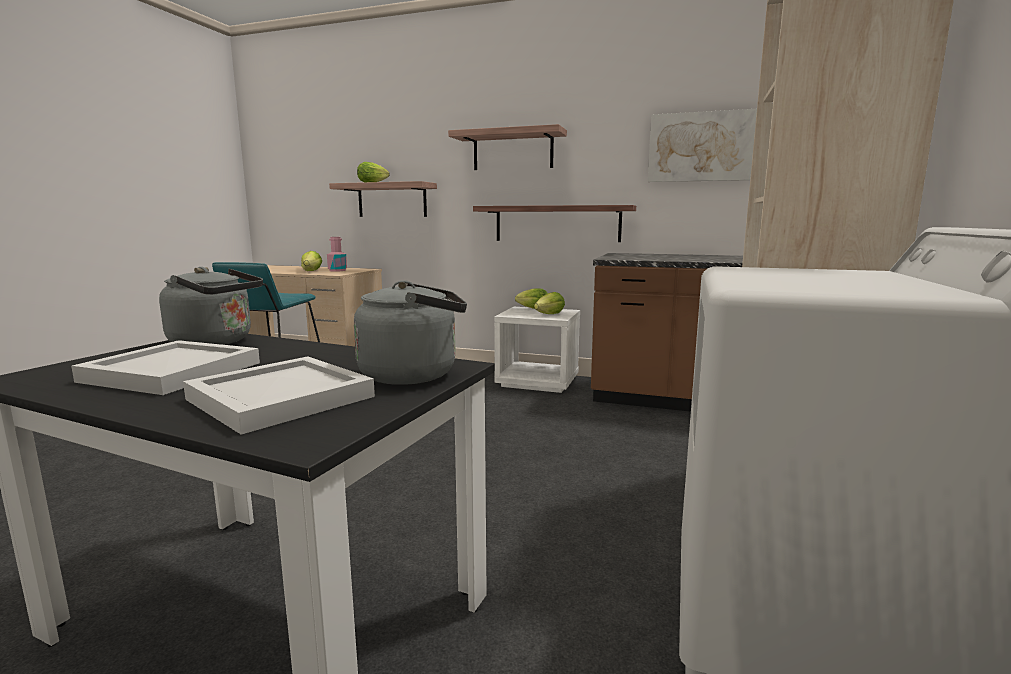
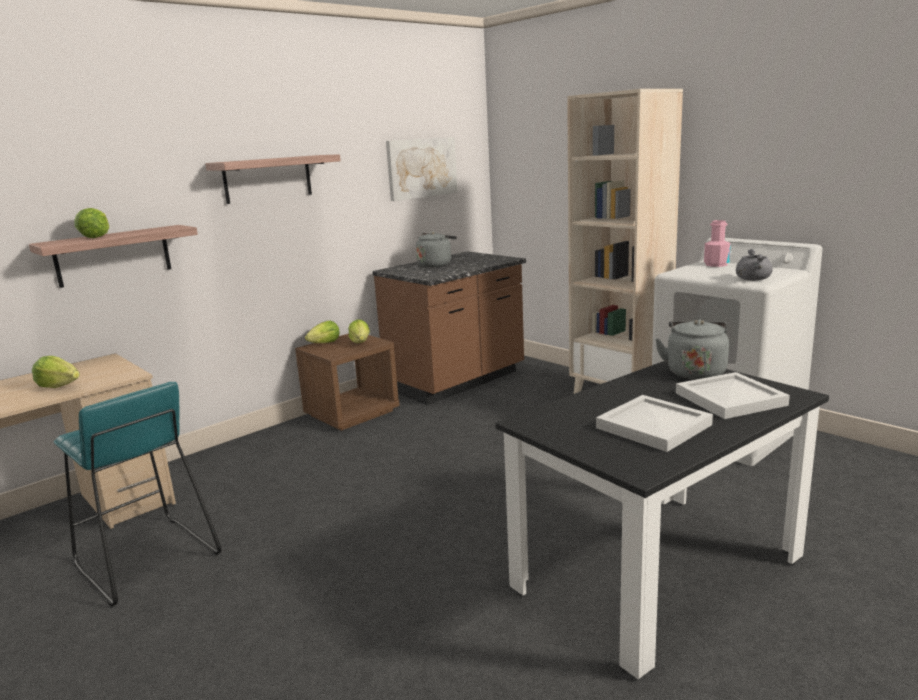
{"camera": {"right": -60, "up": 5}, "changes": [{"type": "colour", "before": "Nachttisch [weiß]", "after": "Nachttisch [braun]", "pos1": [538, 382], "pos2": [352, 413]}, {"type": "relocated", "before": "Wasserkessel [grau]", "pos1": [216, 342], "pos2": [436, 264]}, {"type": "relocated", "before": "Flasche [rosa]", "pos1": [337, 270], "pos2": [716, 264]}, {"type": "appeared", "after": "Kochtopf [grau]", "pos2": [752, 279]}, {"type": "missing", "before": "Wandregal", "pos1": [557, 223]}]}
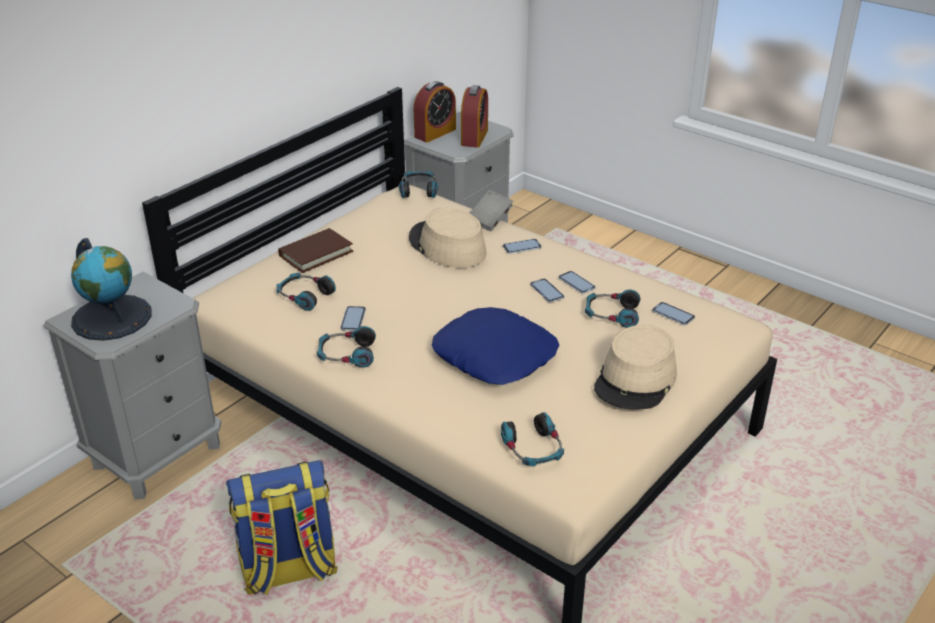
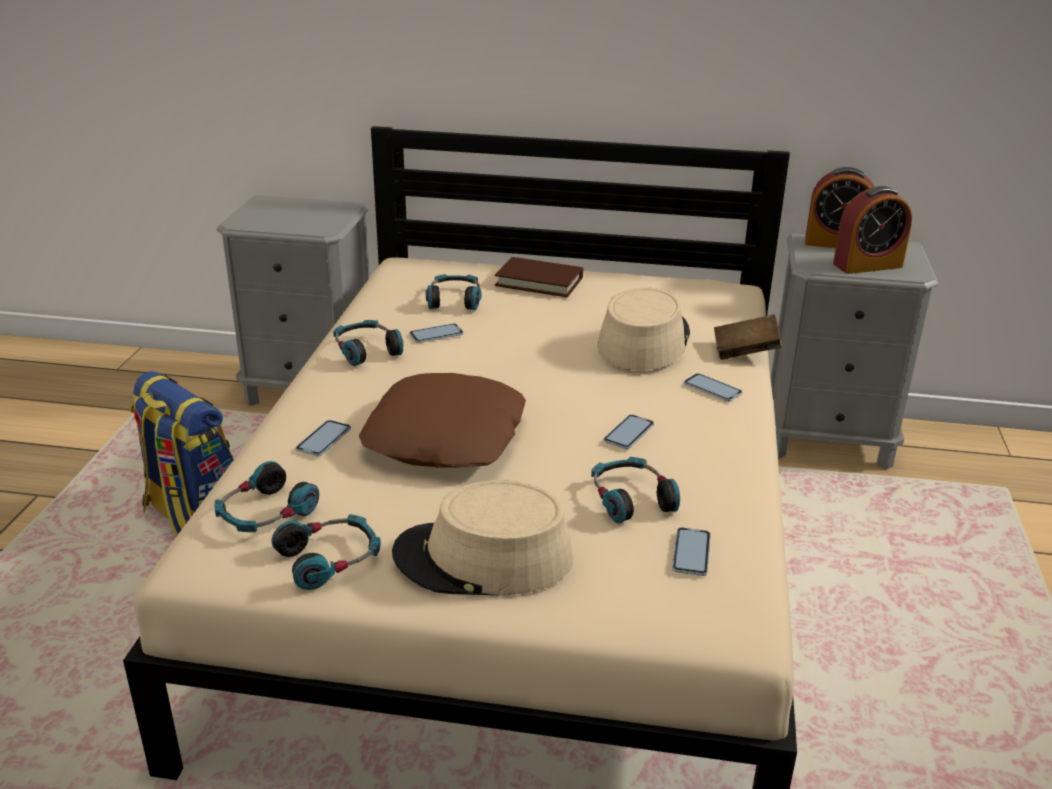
{"camera": {"right": 60, "up": -5}, "changes": [{"type": "relocated", "before": "Kopfhörer", "pos1": [418, 190], "pos2": [330, 559]}, {"type": "relocated", "before": "Handy", "pos1": [576, 283], "pos2": [324, 439]}, {"type": "colour", "before": "Kissen [blau]", "after": "Kissen [braun]", "pos1": [495, 356], "pos2": [447, 436]}, {"type": "colour", "before": "Buch [grau]", "after": "Buch [braun]", "pos1": [489, 220], "pos2": [745, 352]}, {"type": "missing", "before": "Globus", "pos1": [112, 317]}]}
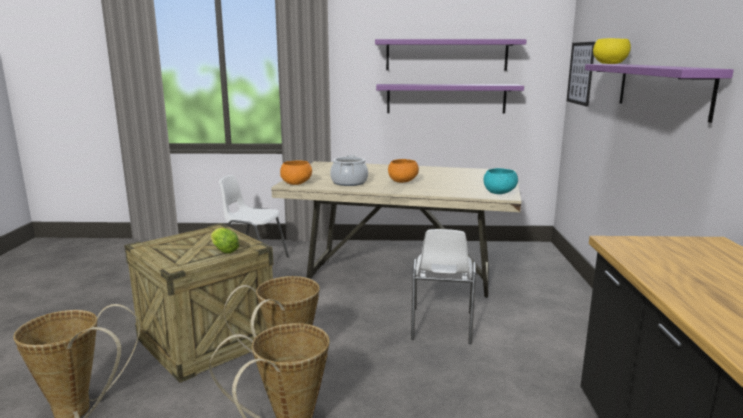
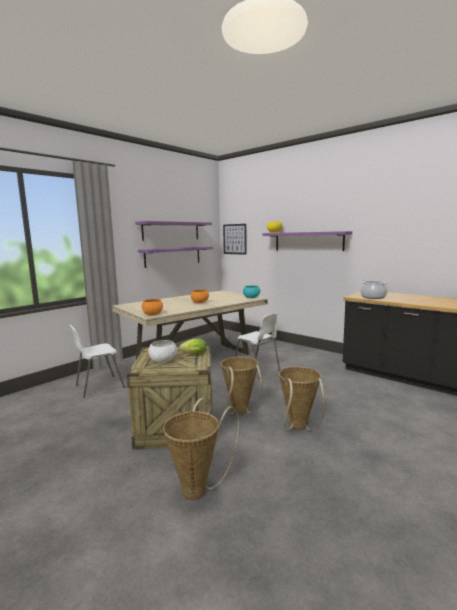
{"camera": {"right": -50, "up": -5}, "changes": [{"type": "appeared", "after": "Schüssel [weiß]", "pos2": [163, 361]}, {"type": "relocated", "before": "Kochtopf", "pos1": [349, 182], "pos2": [373, 297]}]}
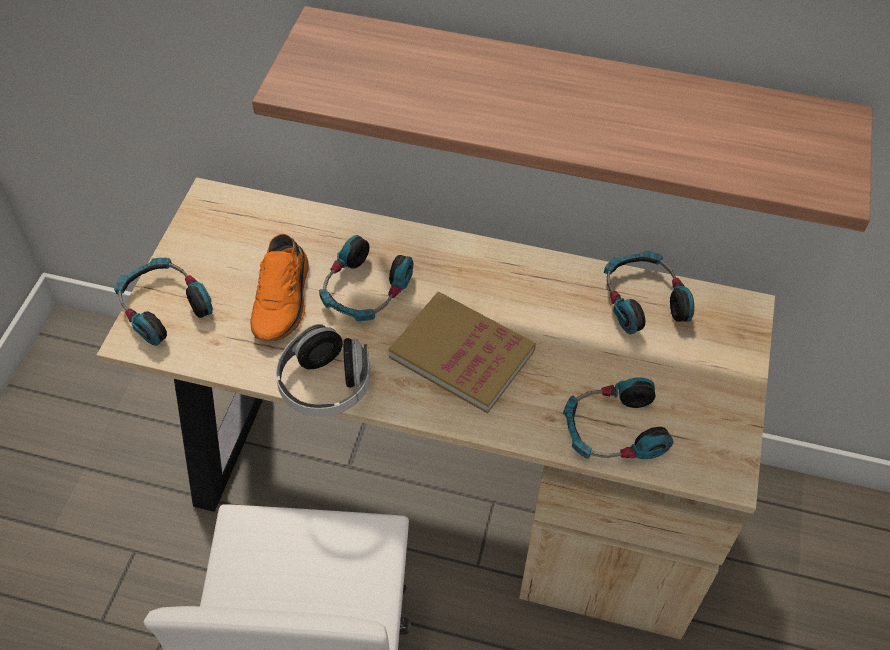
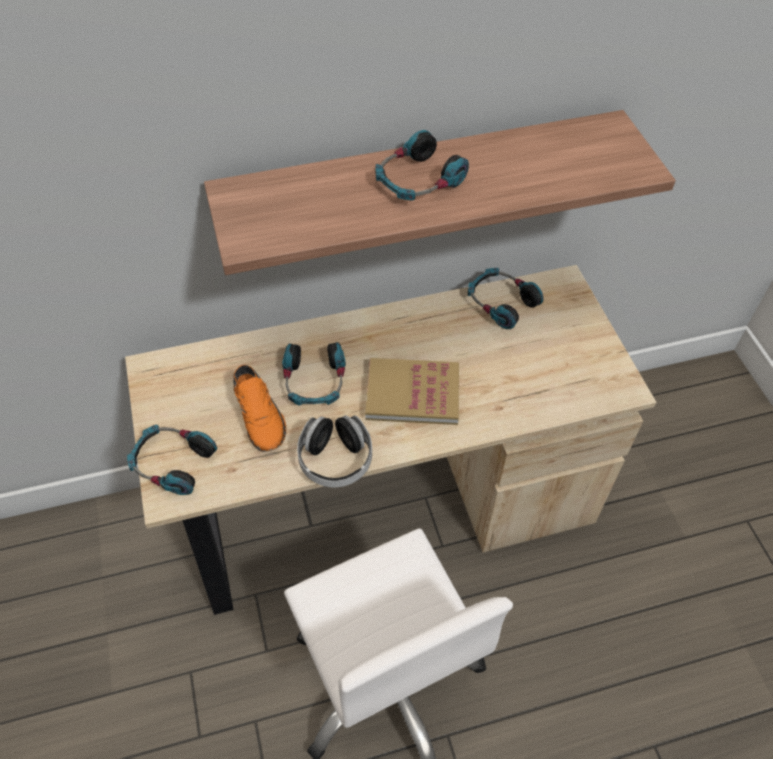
{"camera": {"right": -30, "up": 0}, "changes": [{"type": "relocated", "before": "Kopfhörer", "pos1": [613, 430], "pos2": [418, 181]}]}
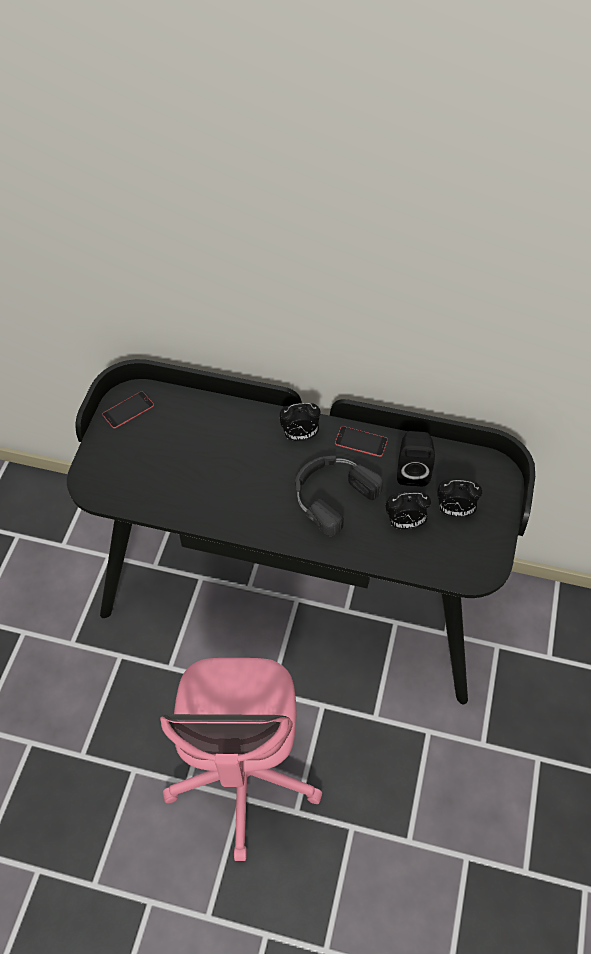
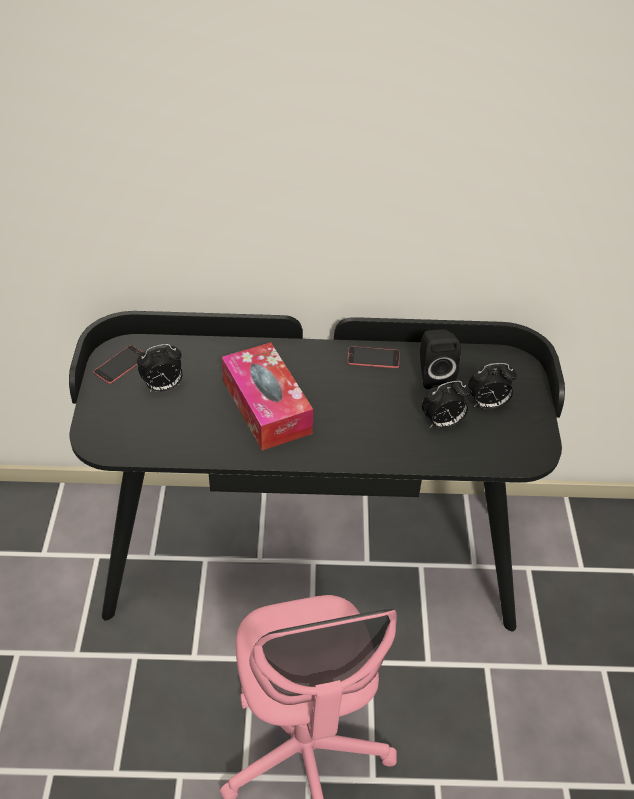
{"camera": {"right": -15, "up": -10}, "changes": [{"type": "relocated", "before": "Wecker", "pos1": [299, 436], "pos2": [163, 387]}, {"type": "appeared", "after": "Taschentuchbox", "pos2": [266, 407]}, {"type": "missing", "before": "Kopfhörer [schwarz]", "pos1": [331, 494]}]}
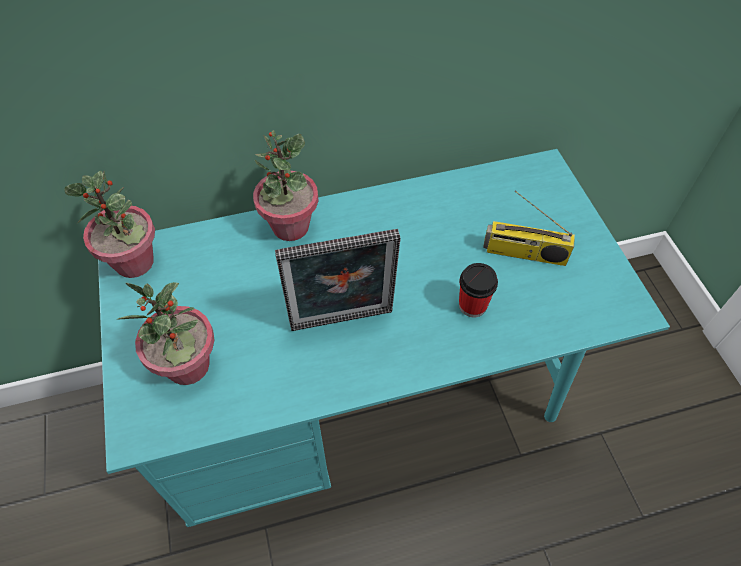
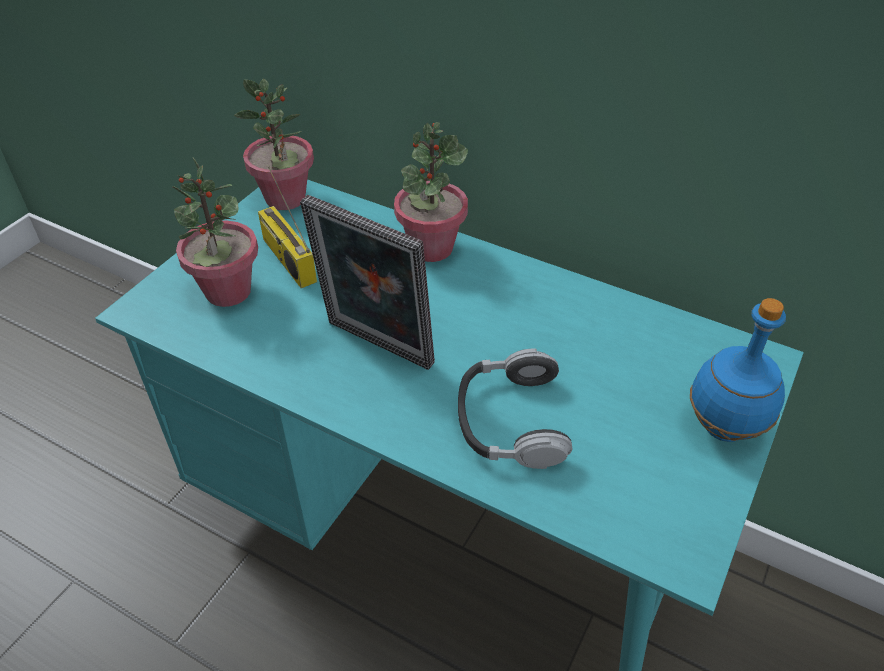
{"camera": {"right": 45, "up": -10}, "changes": [{"type": "relocated", "before": "Radio", "pos1": [524, 254], "pos2": [287, 259]}, {"type": "exchanged", "before": "Tasse", "after": "Kopfhörer", "pos1": [472, 305], "pos2": [510, 420]}, {"type": "appeared", "after": "Flasche [blau]", "pos2": [722, 427]}]}
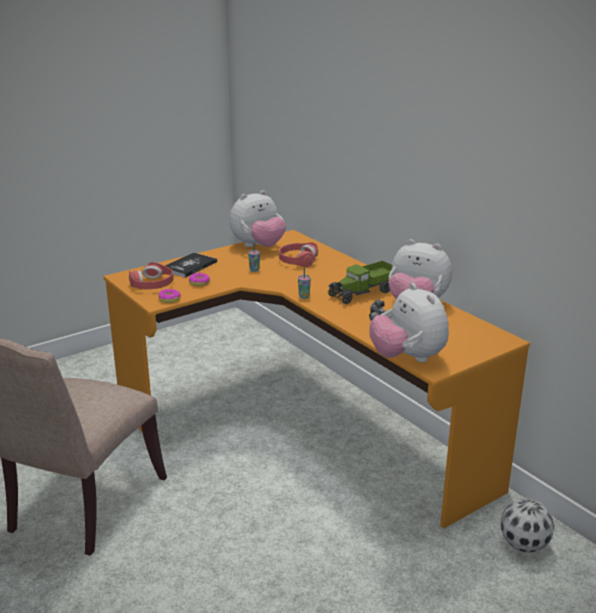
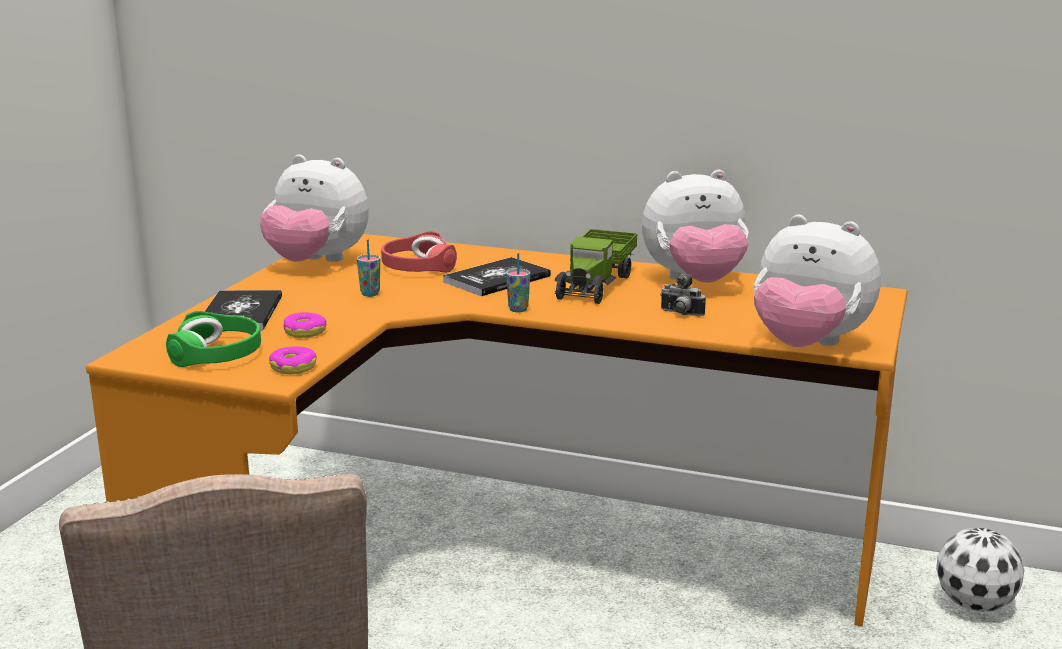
{"camera": {"right": -35, "up": -5}, "changes": [{"type": "colour", "before": "Kopfhörer [rot]", "after": "Kopfhörer [grün]", "pos1": [152, 284], "pos2": [217, 354]}, {"type": "spun", "before": "Plüschtier", "pos1": [258, 246], "pos2": [316, 262], "turn": 90}, {"type": "appeared", "after": "Buch", "pos2": [497, 279]}]}
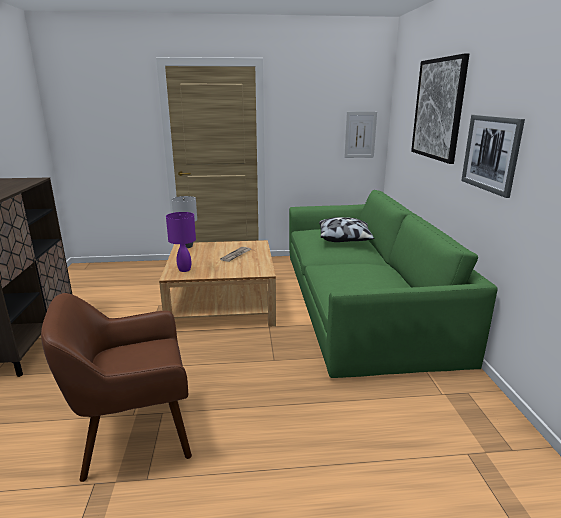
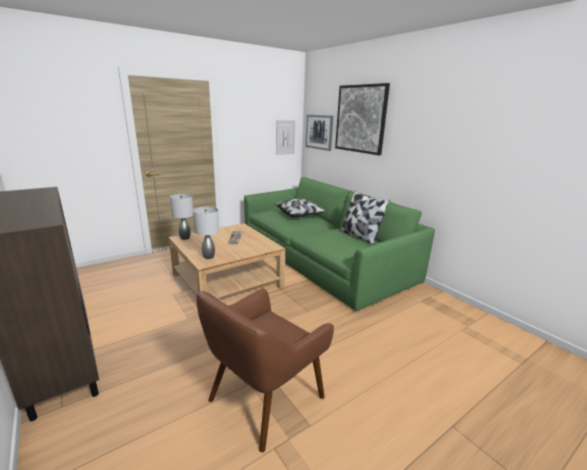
{"camera": {"right": -30, "up": 0}, "changes": [{"type": "colour", "before": "Tischlampe [lila]", "after": "Tischlampe [grau]", "pos1": [184, 270], "pos2": [209, 257]}, {"type": "relocated", "before": "Bild", "pos1": [491, 153], "pos2": [319, 132]}, {"type": "appeared", "after": "Kissen", "pos2": [360, 236]}]}
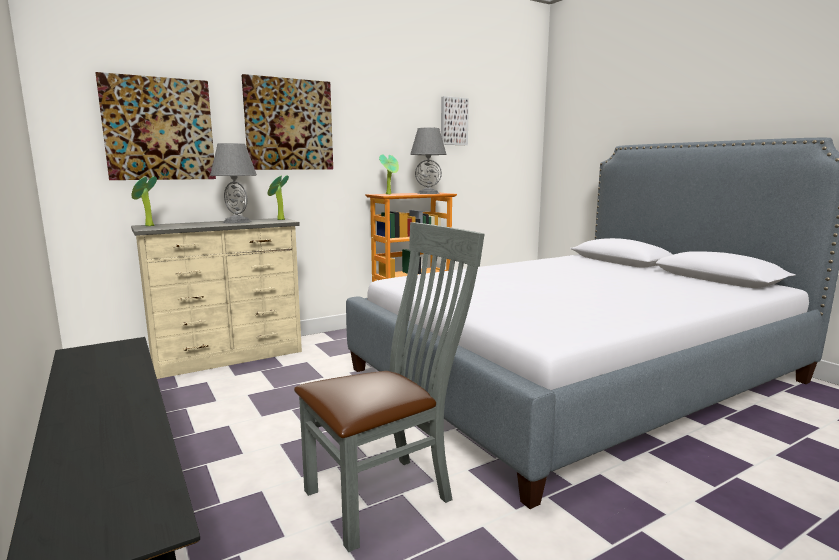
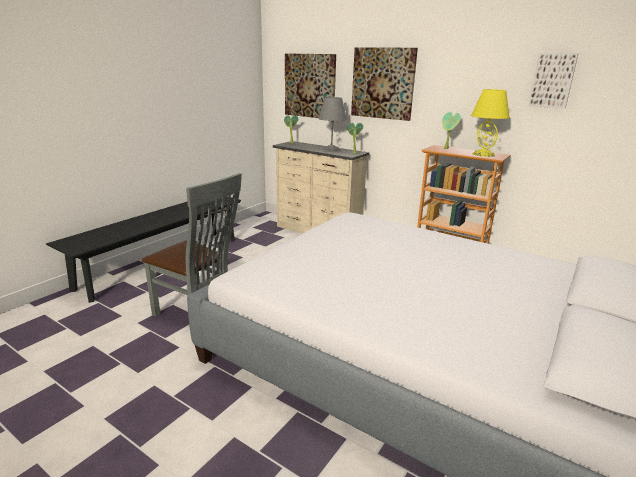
{"camera": {"right": 65, "up": 10}, "changes": [{"type": "colour", "before": "Tischlampe [grau]", "after": "Tischlampe [gelb]", "pos1": [428, 193], "pos2": [483, 154]}]}
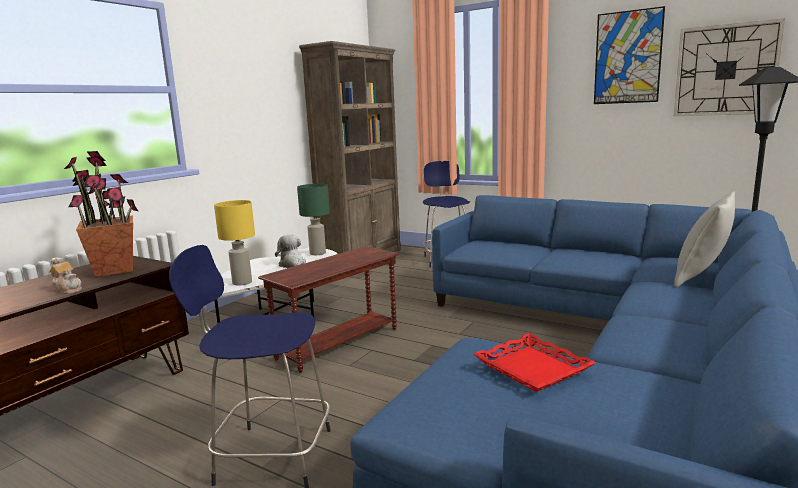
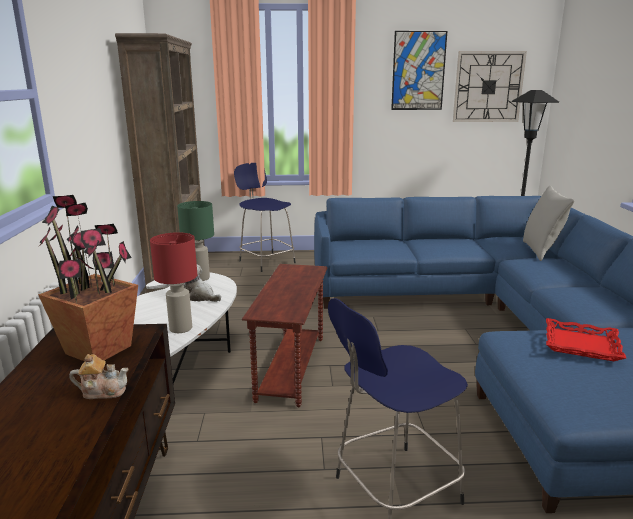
{"camera": {"right": -35, "up": 5}, "changes": [{"type": "colour", "before": "Tischlampe [gelb]", "after": "Tischlampe [rot]", "pos1": [242, 282], "pos2": [180, 328]}]}
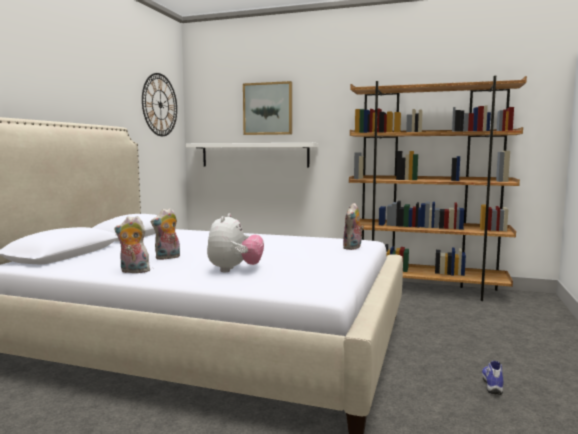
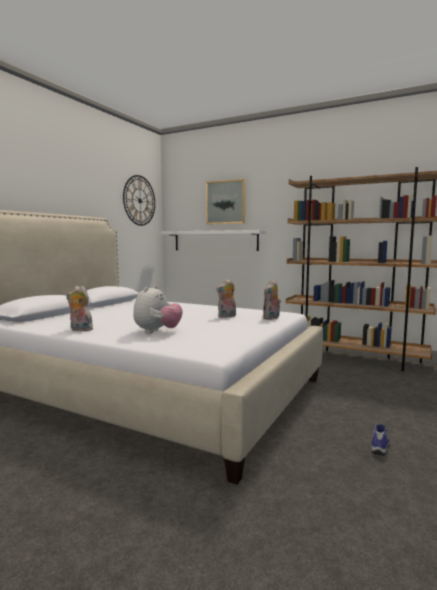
{"camera": {"right": 10, "up": 0}, "changes": [{"type": "relocated", "before": "Plüschtier", "pos1": [167, 258], "pos2": [227, 316]}]}
